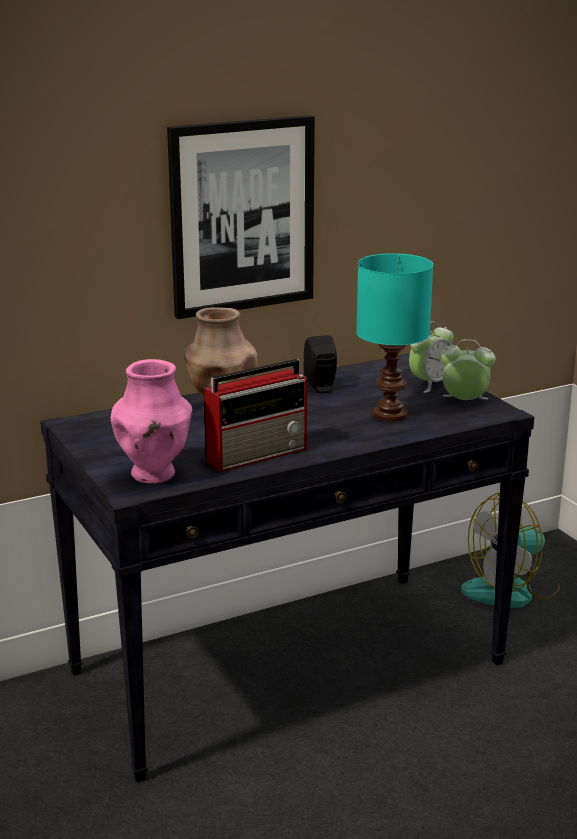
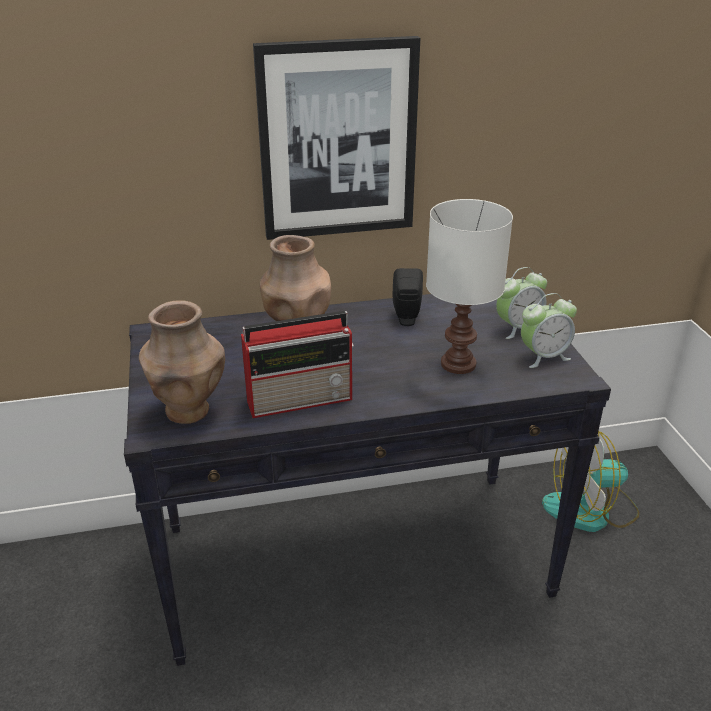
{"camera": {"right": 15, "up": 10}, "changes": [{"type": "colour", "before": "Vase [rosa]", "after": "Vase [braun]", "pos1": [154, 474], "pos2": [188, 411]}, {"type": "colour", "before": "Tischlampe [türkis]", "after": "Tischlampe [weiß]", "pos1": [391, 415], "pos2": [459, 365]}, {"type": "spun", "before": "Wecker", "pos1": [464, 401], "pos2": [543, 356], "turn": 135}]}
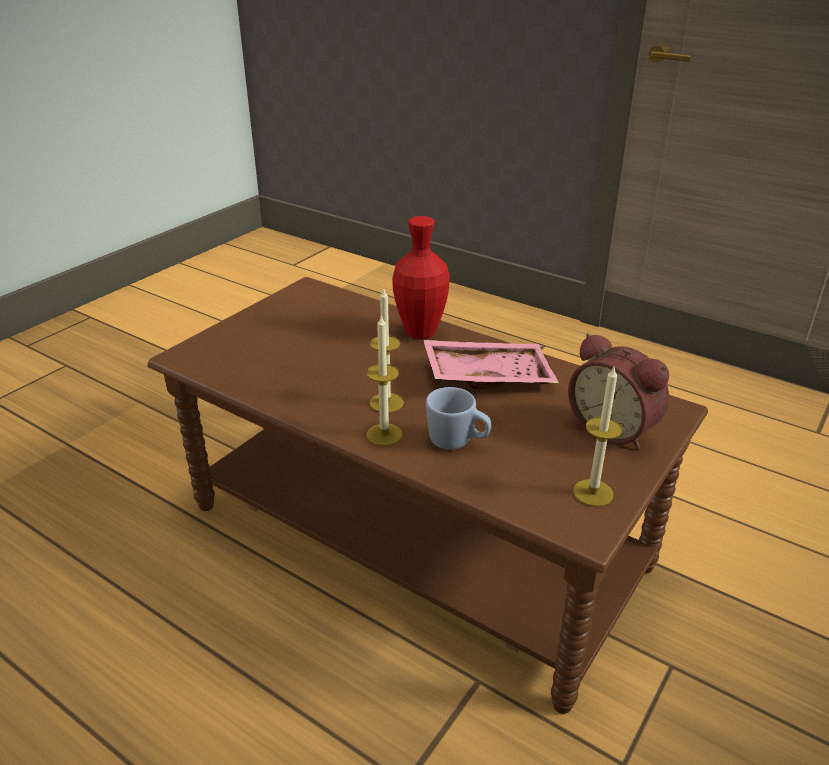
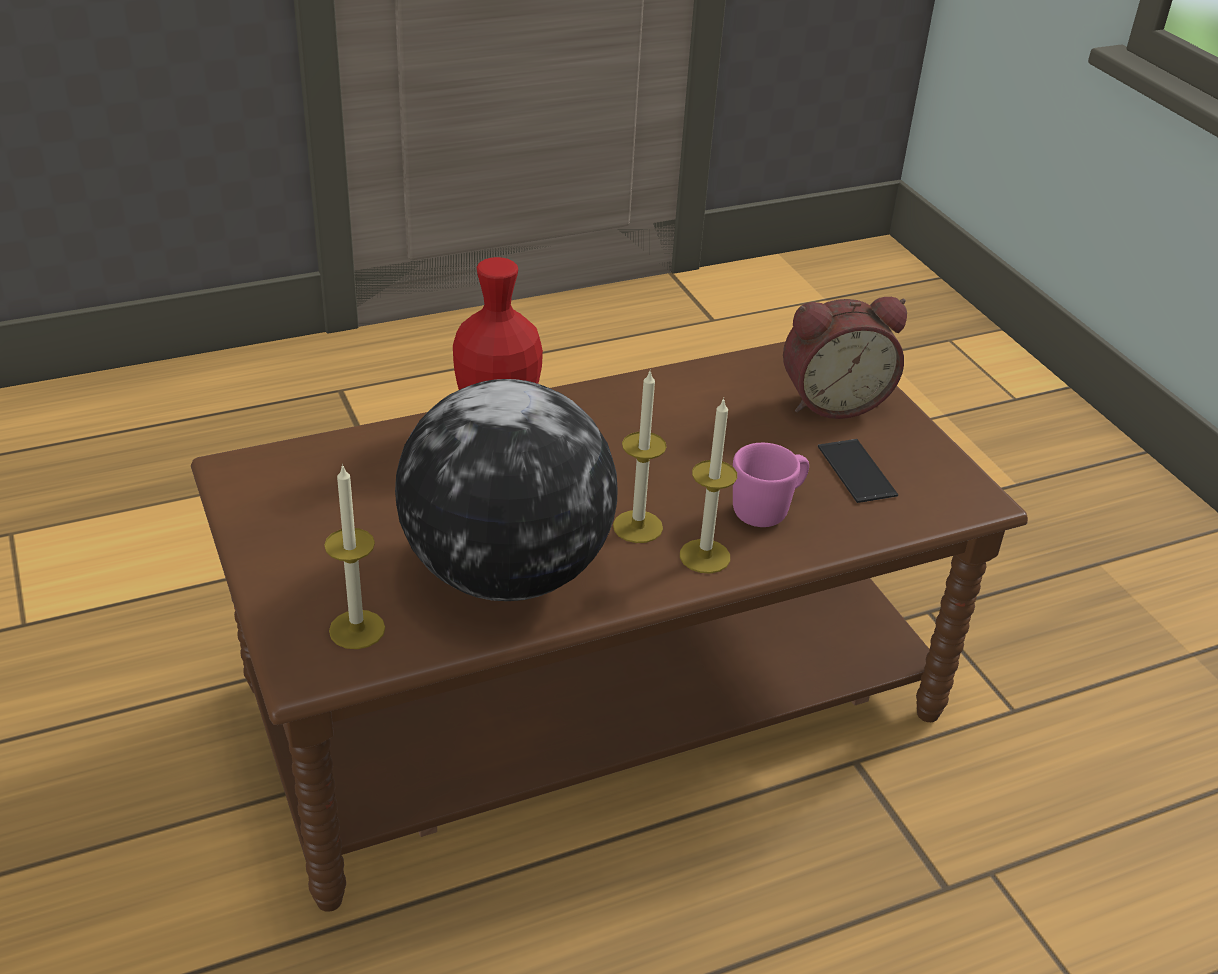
{"camera": {"right": -60, "up": 5}, "changes": [{"type": "relocated", "before": "Kerze", "pos1": [593, 492], "pos2": [357, 629]}, {"type": "appeared", "after": "Globus", "pos2": [505, 573]}, {"type": "colour", "before": "Henkelbecher [blau]", "after": "Henkelbecher [rosa]", "pos1": [457, 442], "pos2": [768, 510]}, {"type": "appeared", "after": "Handy", "pos2": [856, 471]}, {"type": "missing", "before": "Tablett [rosa]", "pos1": [487, 375]}]}
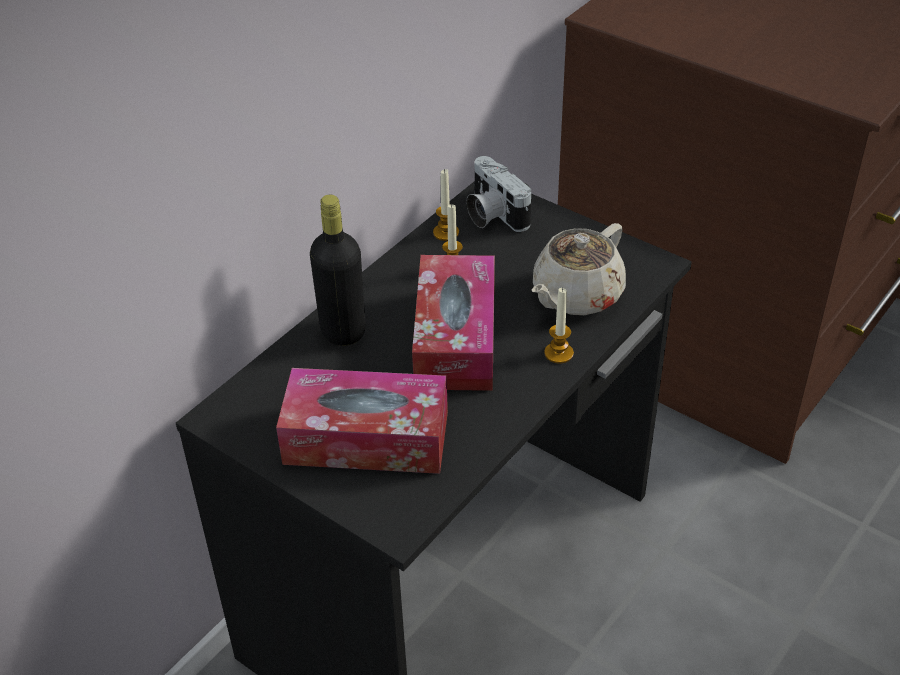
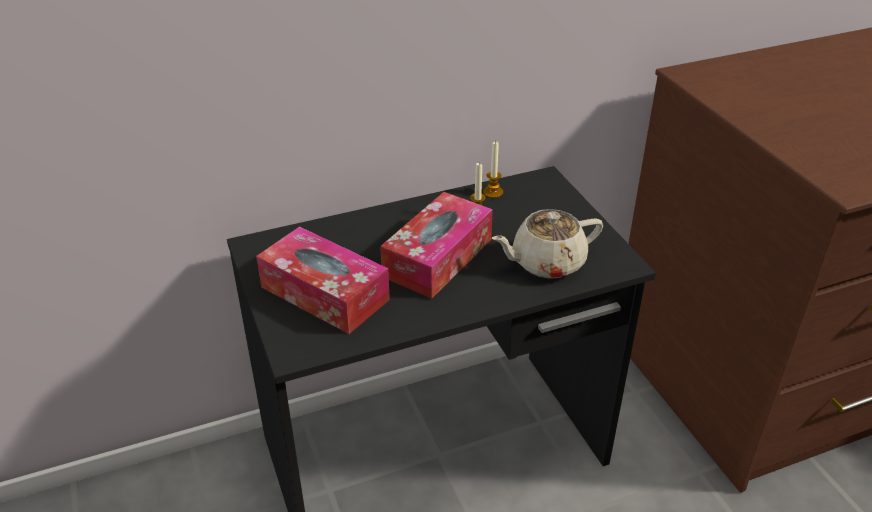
{"camera": {"right": 30, "up": -5}, "changes": [{"type": "missing", "before": "Flasche [schwarz]", "pos1": [343, 331]}, {"type": "missing", "before": "Kamera", "pos1": [492, 214]}, {"type": "missing", "before": "Kerze", "pos1": [558, 353]}]}
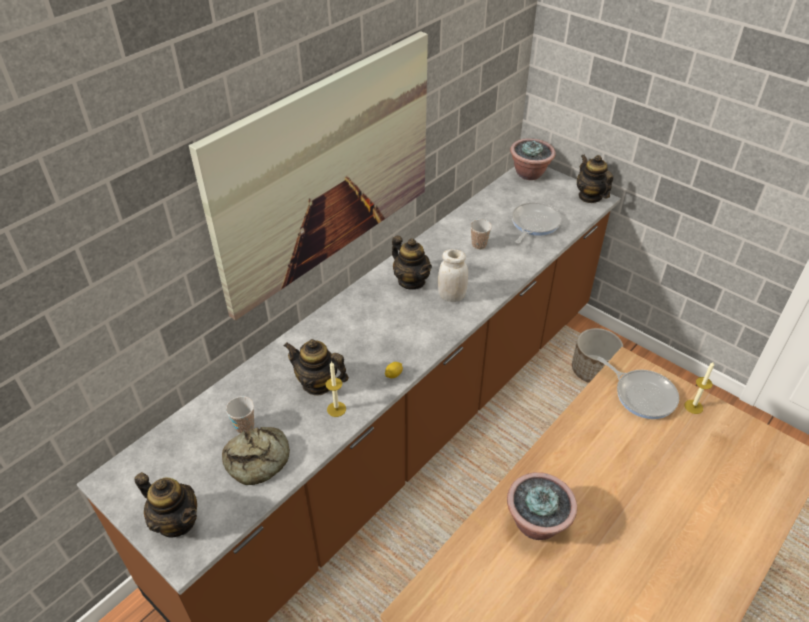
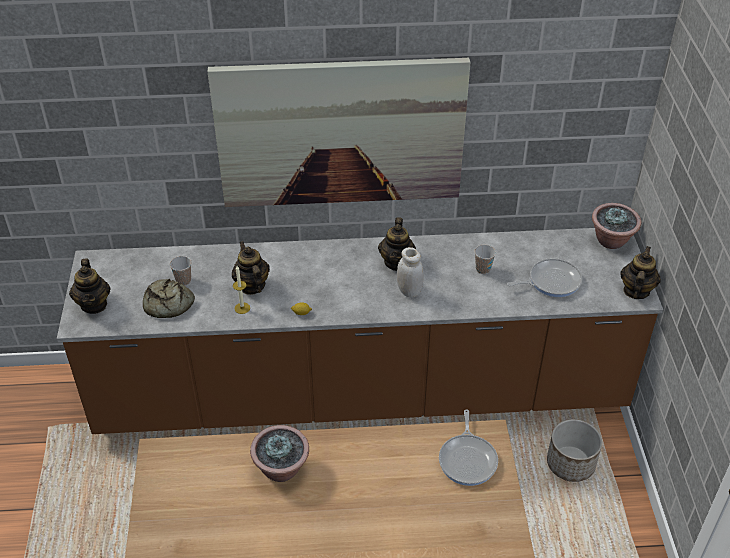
{"camera": {"right": 45, "up": 0}, "changes": [{"type": "missing", "before": "Kerze", "pos1": [693, 406]}]}
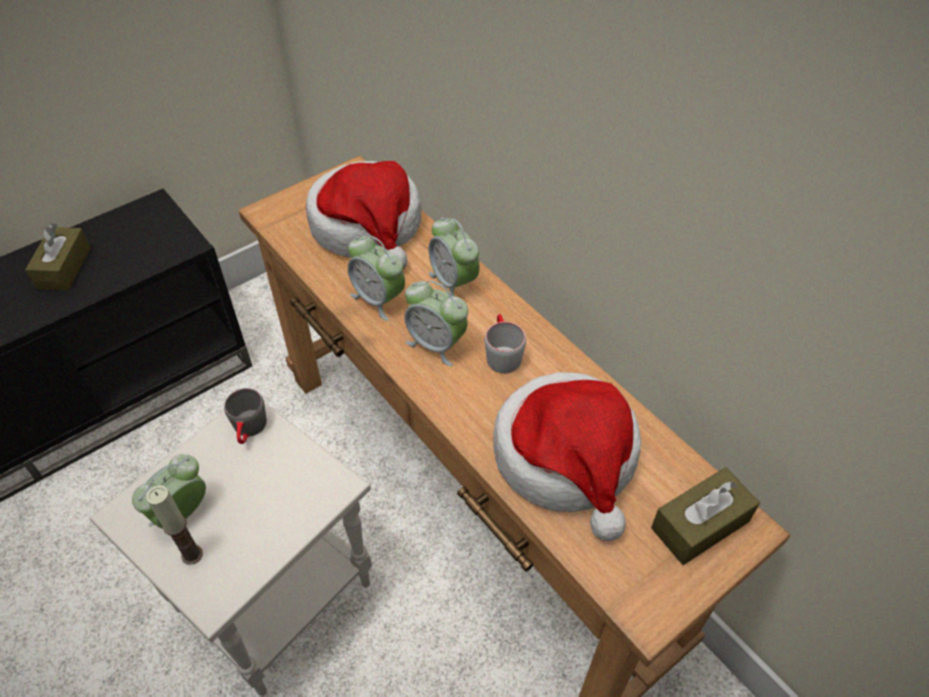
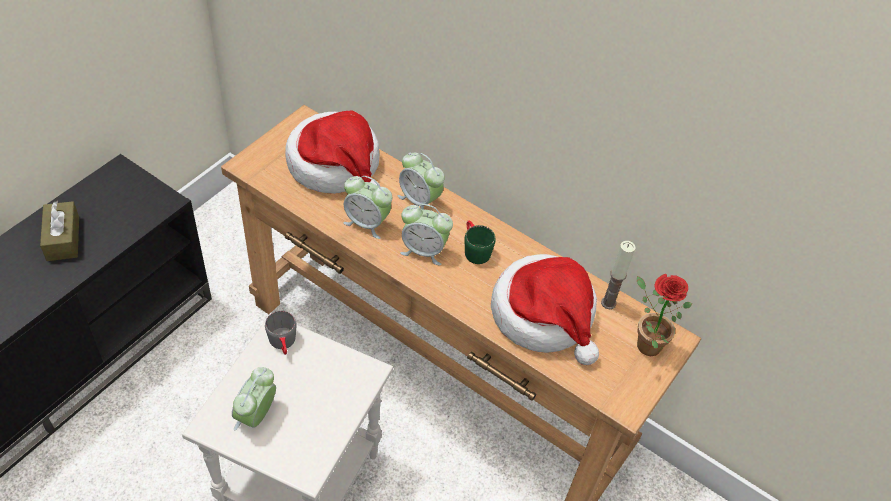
{"camera": {"right": -20, "up": 0}, "changes": [{"type": "colour", "before": "Henkelbecher [grau]", "after": "Henkelbecher [grün]", "pos1": [502, 353], "pos2": [474, 249]}, {"type": "relocated", "before": "Kerze", "pos1": [192, 555], "pos2": [608, 303]}, {"type": "exchanged", "before": "Taschentuchbox [braun]", "after": "Topfpflanze", "pos1": [700, 524], "pos2": [643, 343]}]}
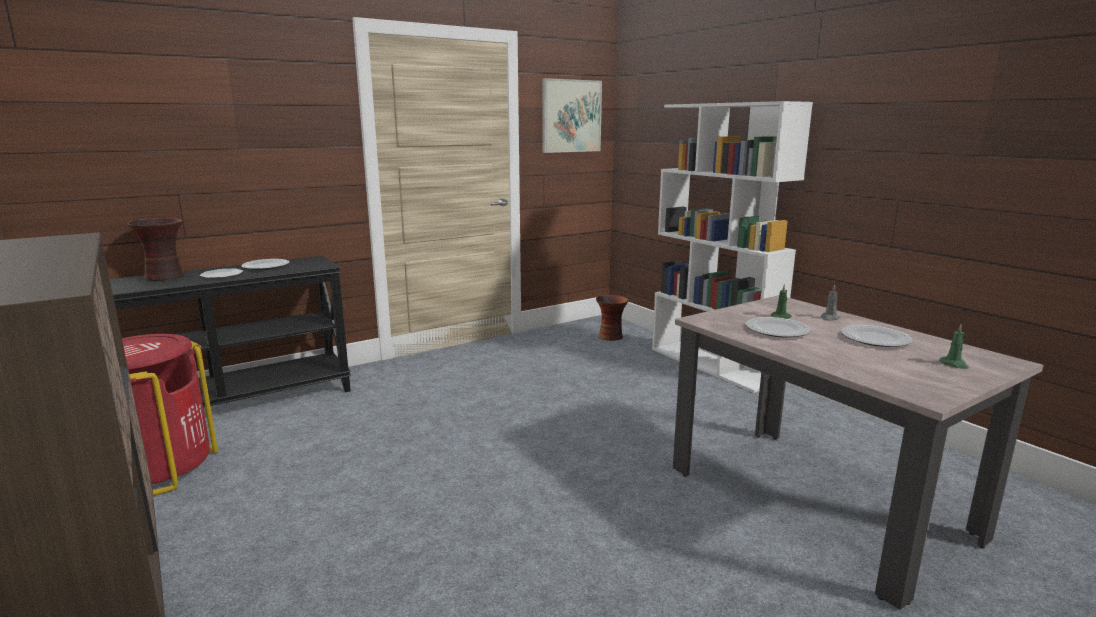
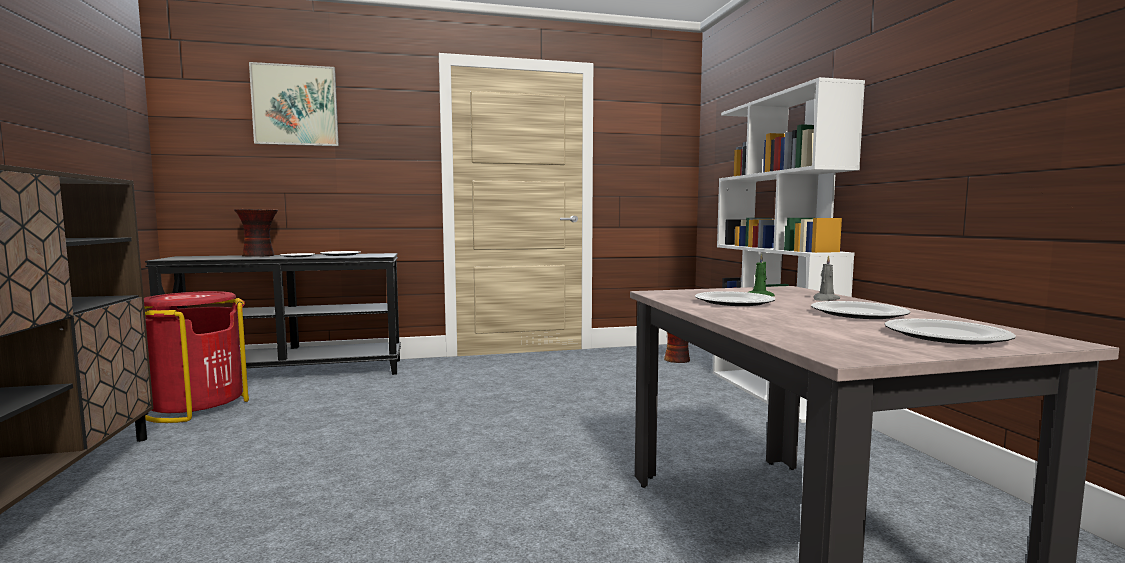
{"camera": {"right": 20, "up": -10}, "changes": [{"type": "relocated", "before": "Bild", "pos1": [571, 116], "pos2": [295, 105]}, {"type": "exchanged", "before": "Kerze [grün]", "after": "Teller", "pos1": [954, 364], "pos2": [946, 336]}]}
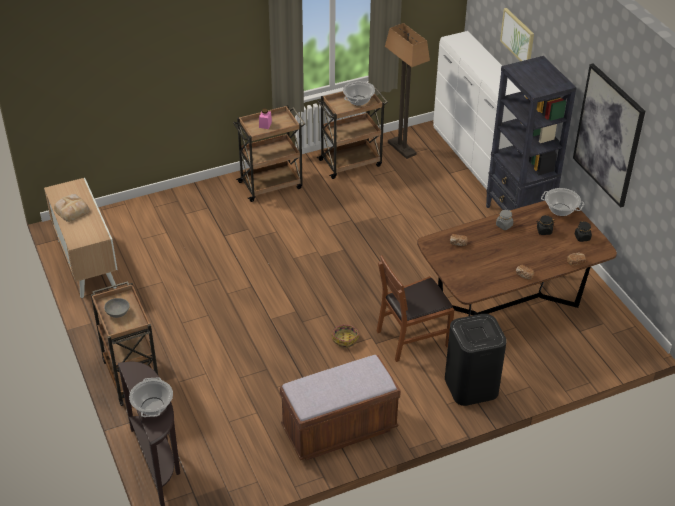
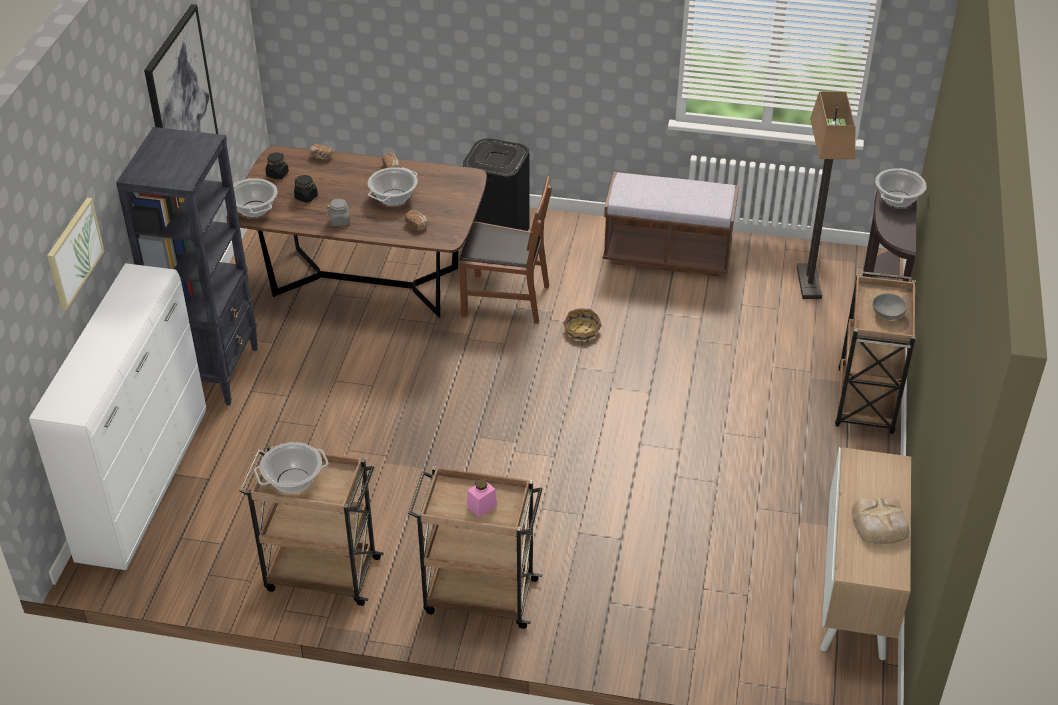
{"camera": {"right": -145, "up": 0}, "changes": [{"type": "appeared", "after": "Kochtopf", "pos2": [393, 198]}, {"type": "relocated", "before": "Stehlampe", "pos1": [402, 148], "pos2": [808, 282]}]}
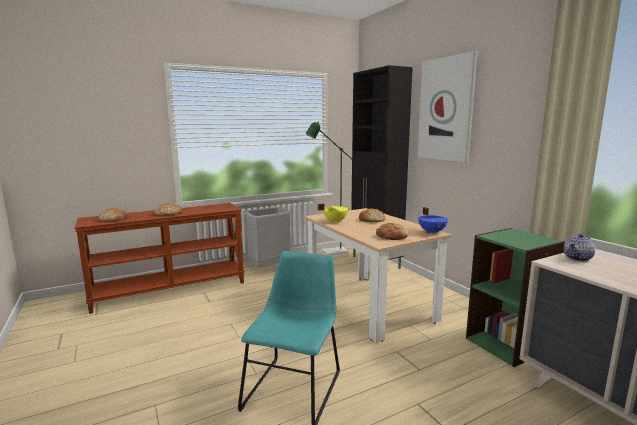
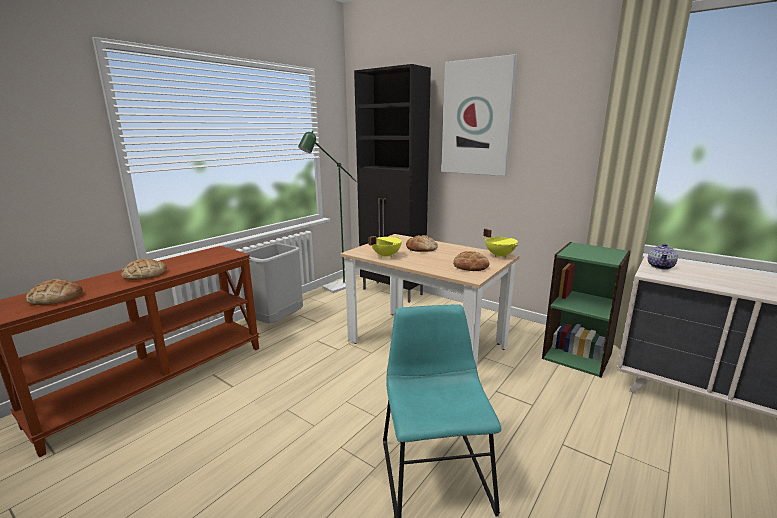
{"camera": {"right": -25, "up": 5}, "changes": [{"type": "colour", "before": "Kochtopf [blau]", "after": "Kochtopf [gelb]", "pos1": [432, 232], "pos2": [500, 255]}]}
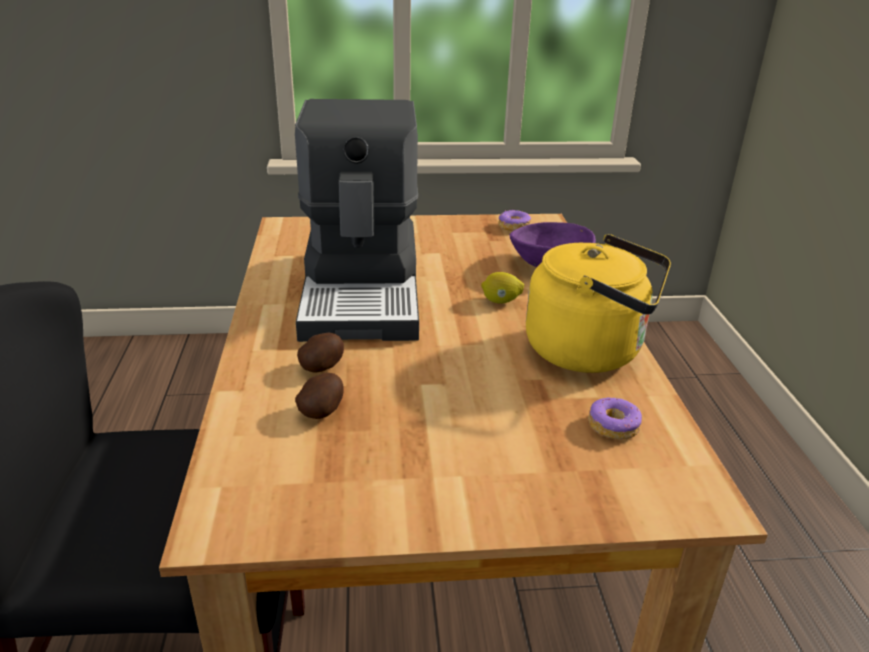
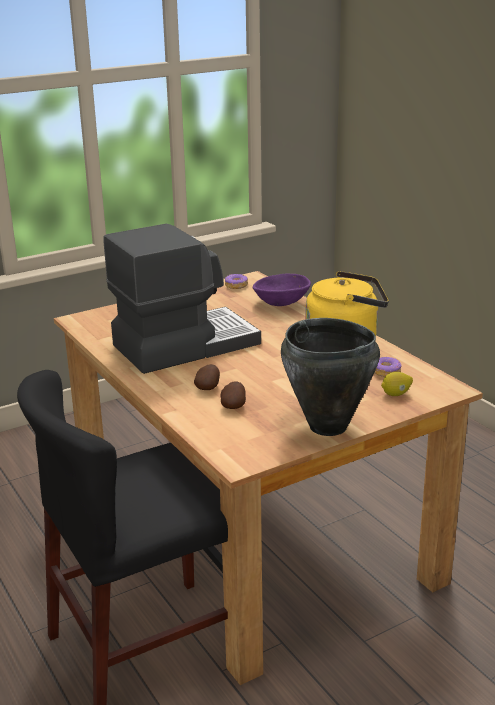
{"camera": {"right": -25, "up": -5}, "changes": [{"type": "spun", "before": "Kaffeemaschine", "pos1": [364, 291], "pos2": [184, 344], "turn": -90}, {"type": "appeared", "after": "Kochtopf [schwarz]", "pos2": [328, 427]}, {"type": "relocated", "before": "Zitrone", "pos1": [501, 301], "pos2": [396, 394]}]}
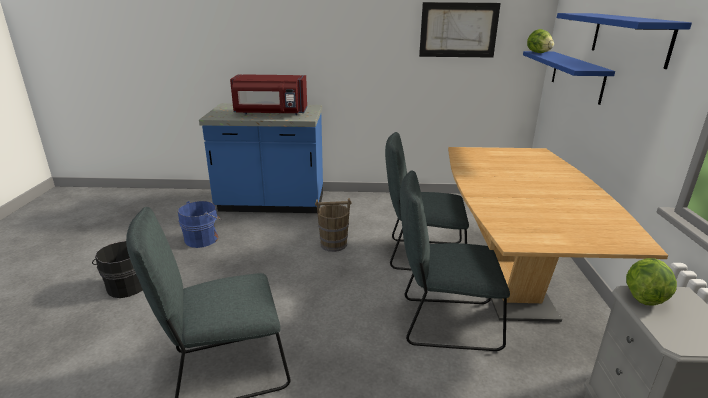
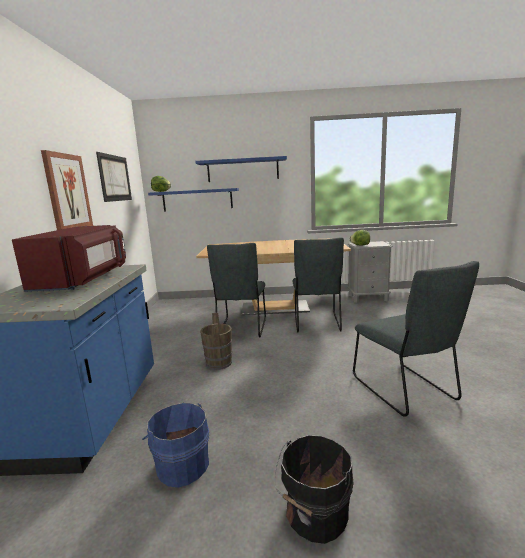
{"camera": {"right": -90, "up": -10}, "changes": [{"type": "appeared", "after": "Bild", "pos2": [67, 192]}]}
